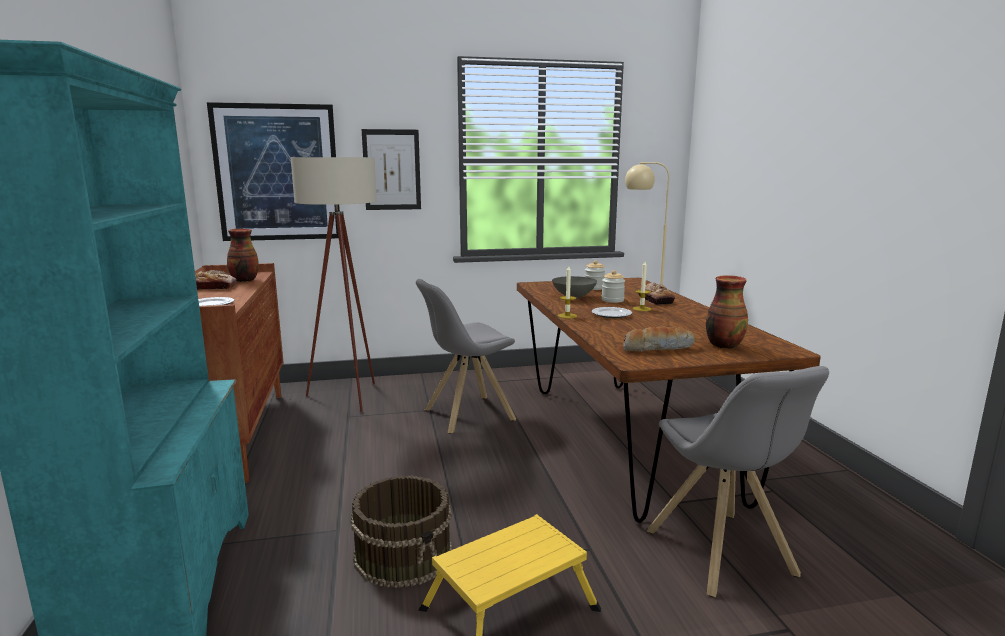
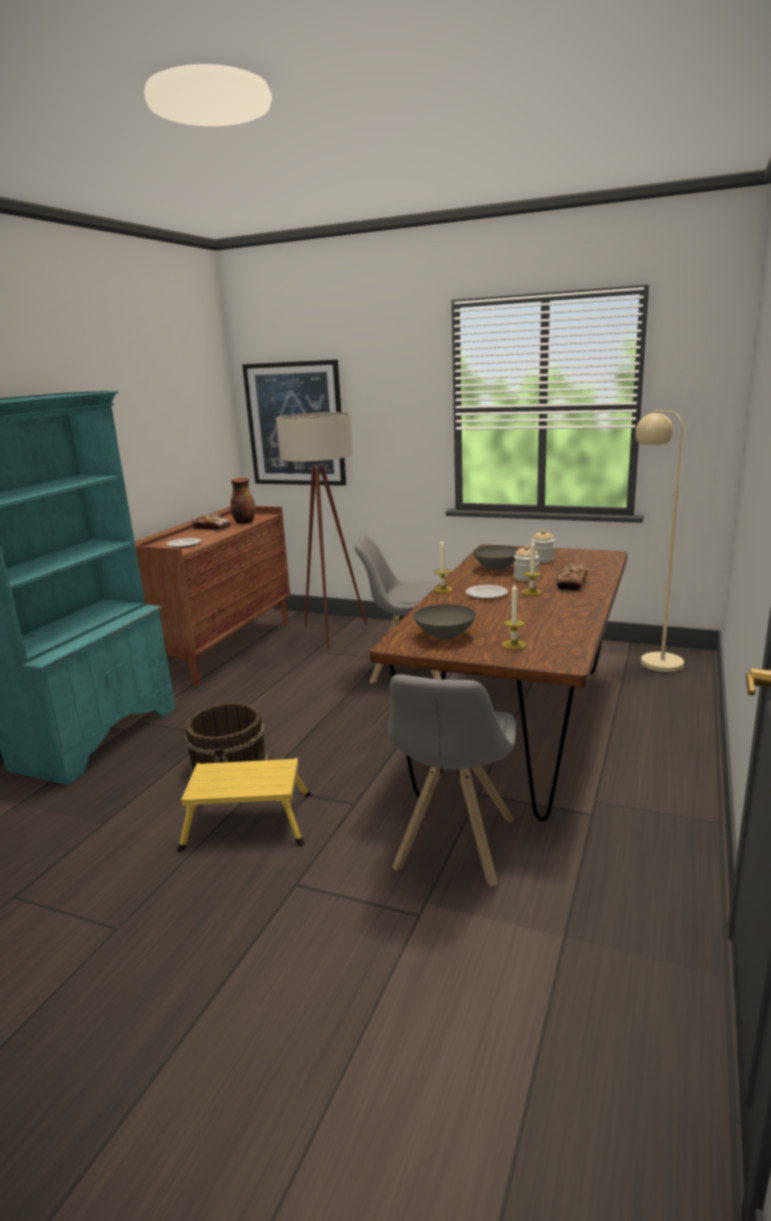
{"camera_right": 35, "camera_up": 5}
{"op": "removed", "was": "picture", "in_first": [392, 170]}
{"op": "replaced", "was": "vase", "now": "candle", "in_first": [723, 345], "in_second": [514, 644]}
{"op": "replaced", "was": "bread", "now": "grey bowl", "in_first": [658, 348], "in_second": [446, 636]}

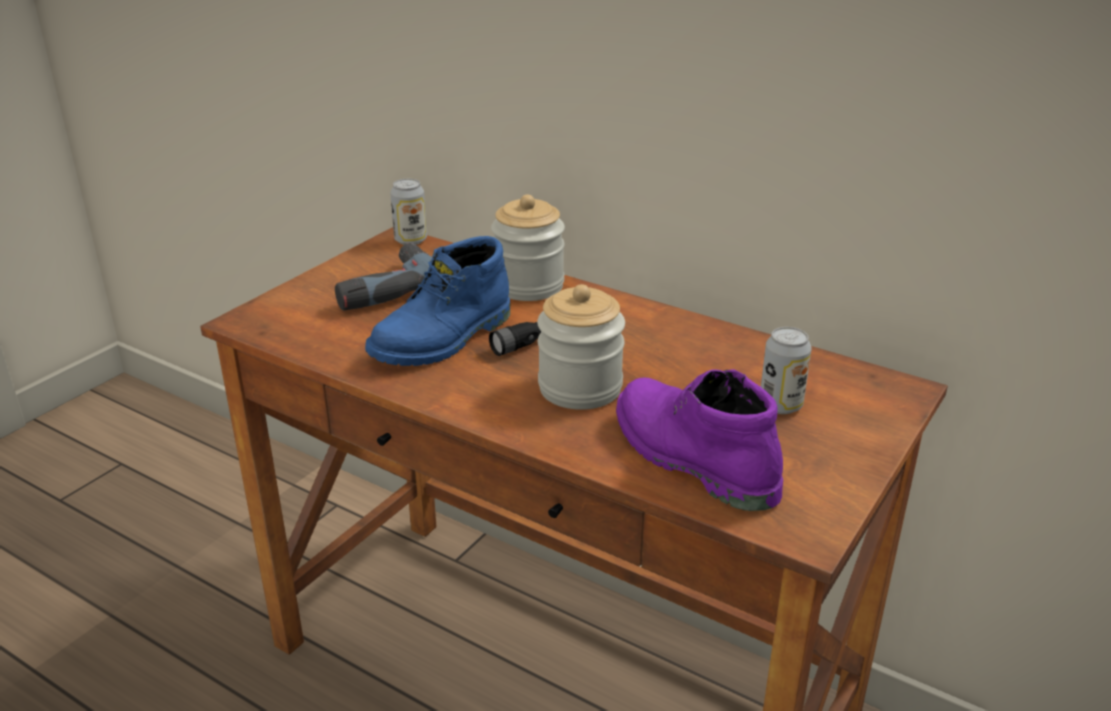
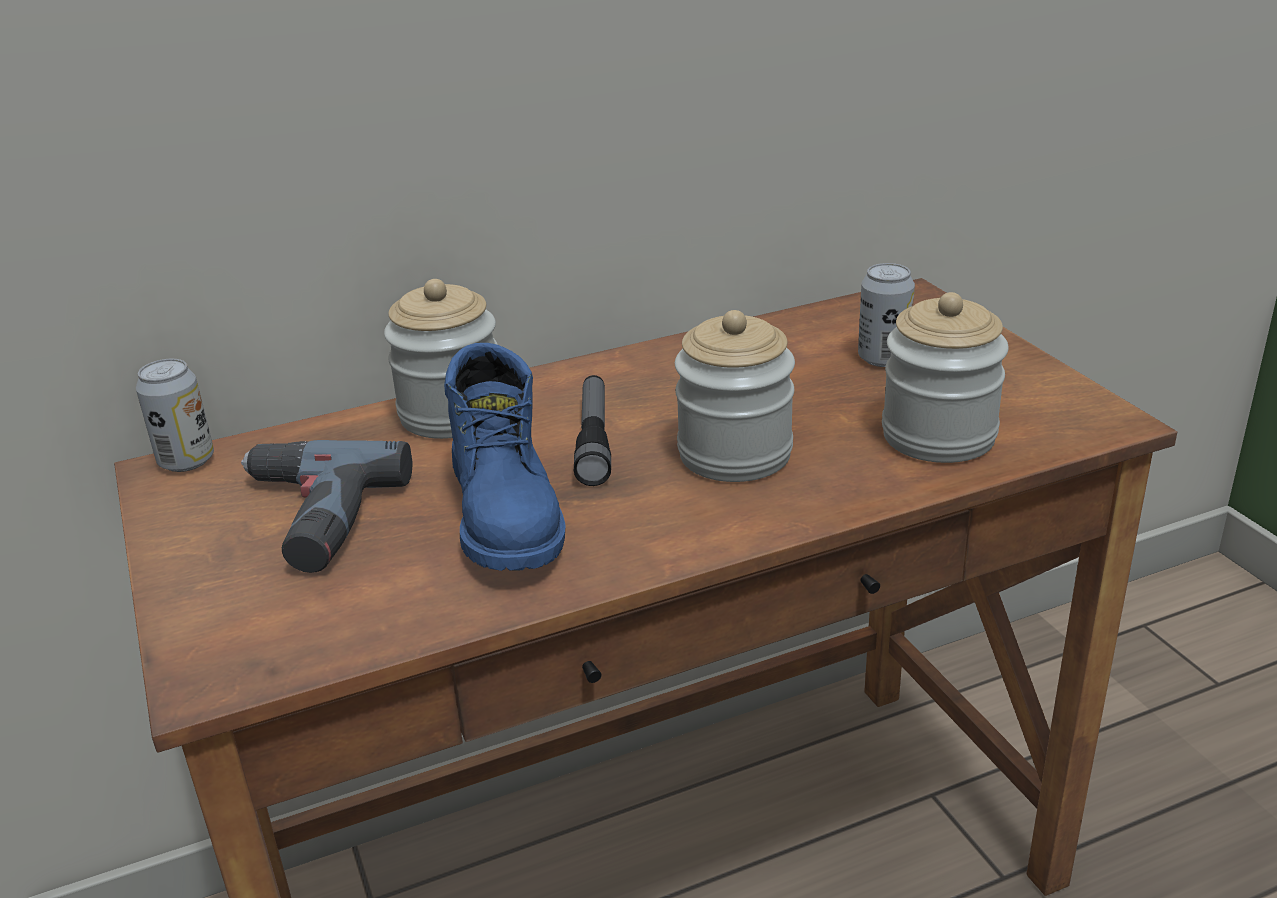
{"camera_right": -55, "camera_up": 0}
{"op": "replaced", "was": "purple boot", "now": "jar", "in_first": [690, 459], "in_second": [938, 436]}

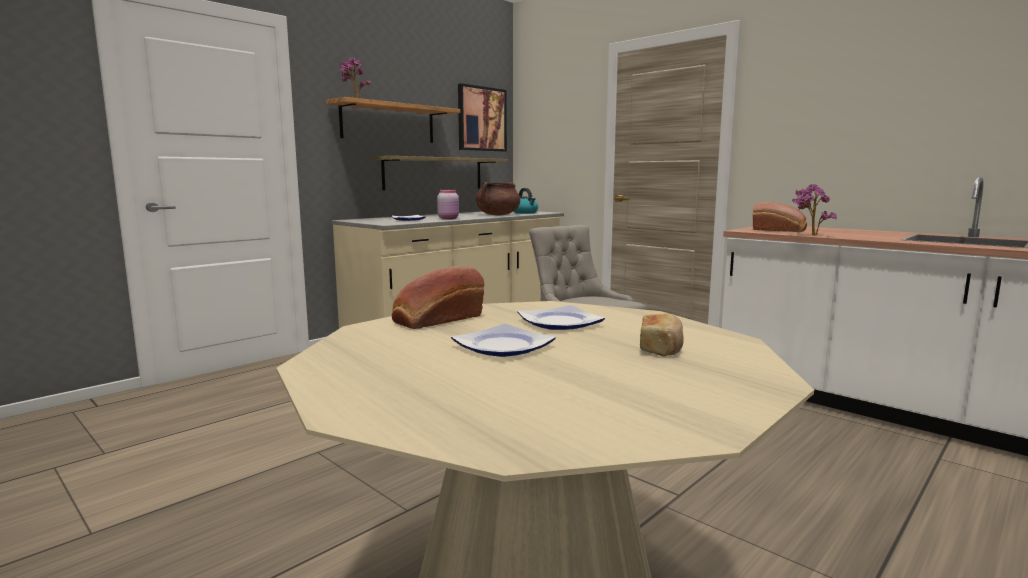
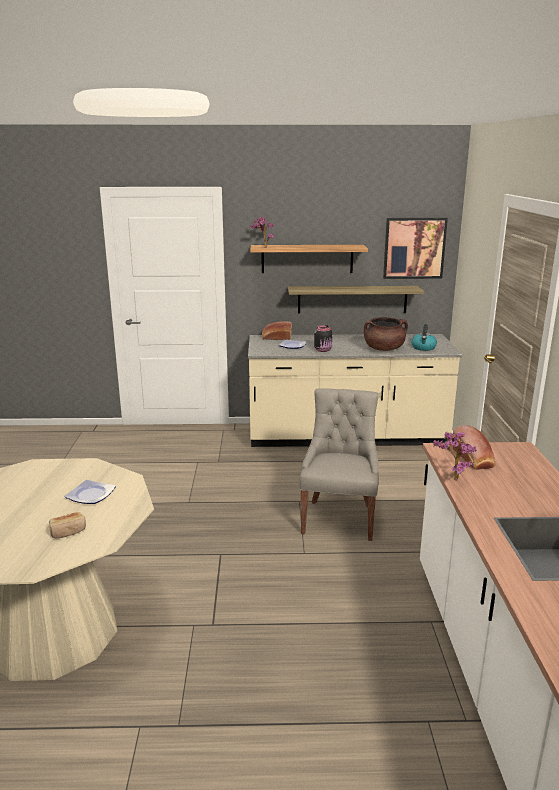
{"camera_right": 45, "camera_up": 10}
{"op": "recoloured", "was": "pink jar", "now": "black jar", "in_first": [449, 218], "in_second": [323, 350]}
{"op": "moved", "was": "bread", "in_first": [436, 319], "in_second": [276, 338]}
{"op": "removed", "was": "plate", "in_first": [503, 346]}

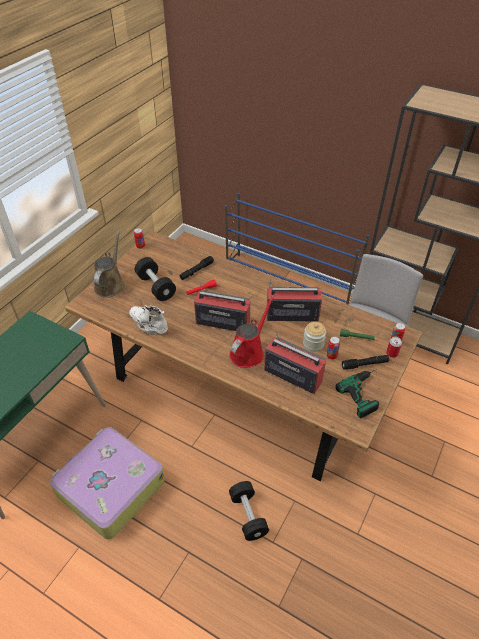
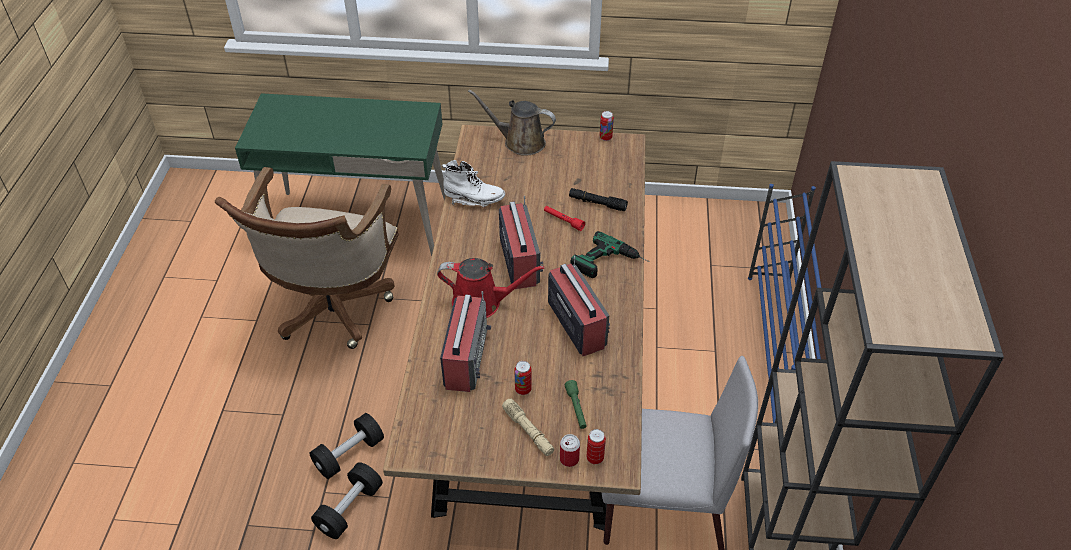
{"camera_right": 65, "camera_up": 0}
{"op": "turned", "was": "brown watering can", "in_first": [110, 284], "in_second": [520, 142], "clockwise": -150}
{"op": "moved", "was": "black dumbbell", "in_first": [156, 287], "in_second": [349, 509]}
{"op": "turned", "was": "white boot", "in_first": [149, 325], "in_second": [474, 200], "clockwise": 90}
{"op": "removed", "was": "jar", "in_first": [313, 344]}
{"op": "recoloured", "was": "black flashlight", "now": "beige flashlight", "in_first": [365, 364], "in_second": [528, 431]}
{"op": "moved", "was": "power drill", "in_first": [366, 393], "in_second": [610, 264]}
{"op": "replaced", "was": "suitcase", "now": "office chair", "in_first": [109, 487], "in_second": [332, 313]}

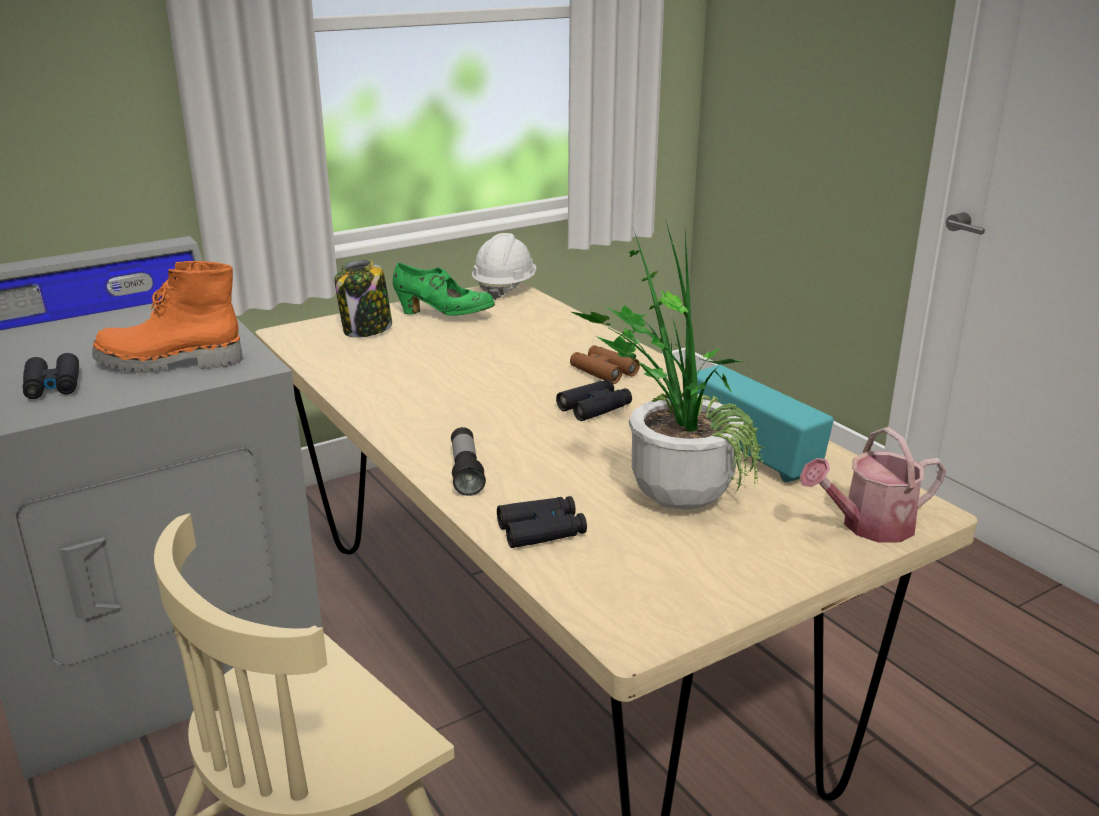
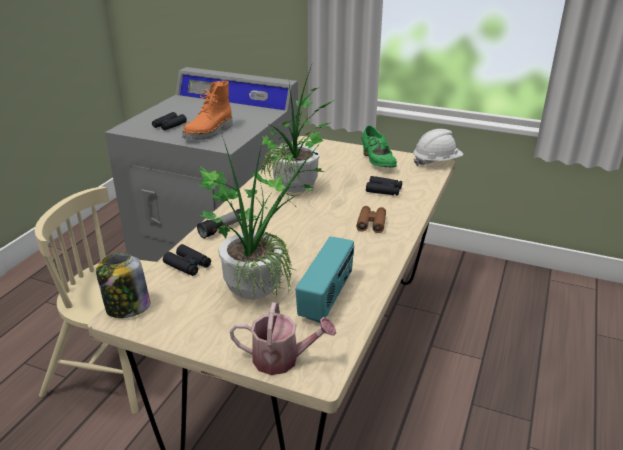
{"camera_right": 55, "camera_up": 5}
{"op": "moved", "was": "jar", "in_first": [366, 330], "in_second": [127, 308]}
{"op": "turned", "was": "orange boot", "in_first": [169, 364], "in_second": [209, 133], "clockwise": -105}
{"op": "moved", "was": "black binoculars", "in_first": [594, 407], "in_second": [384, 190]}
{"op": "turned", "was": "watering can", "in_first": [868, 526], "in_second": [282, 359], "clockwise": 150}
{"op": "added", "now": "potted plant", "in_second": [295, 193]}

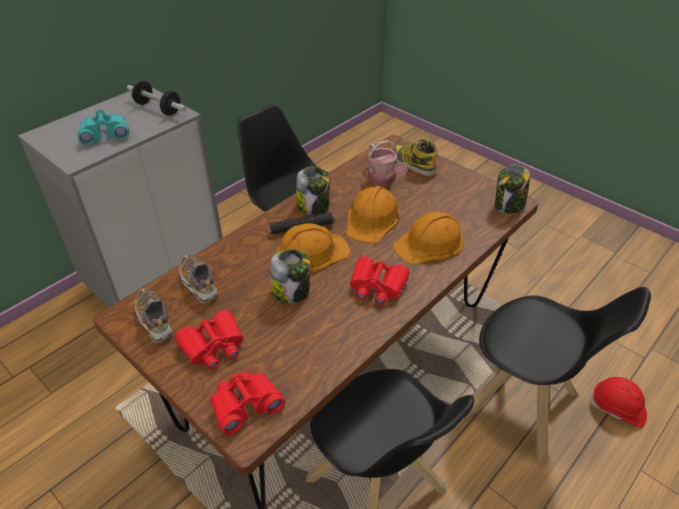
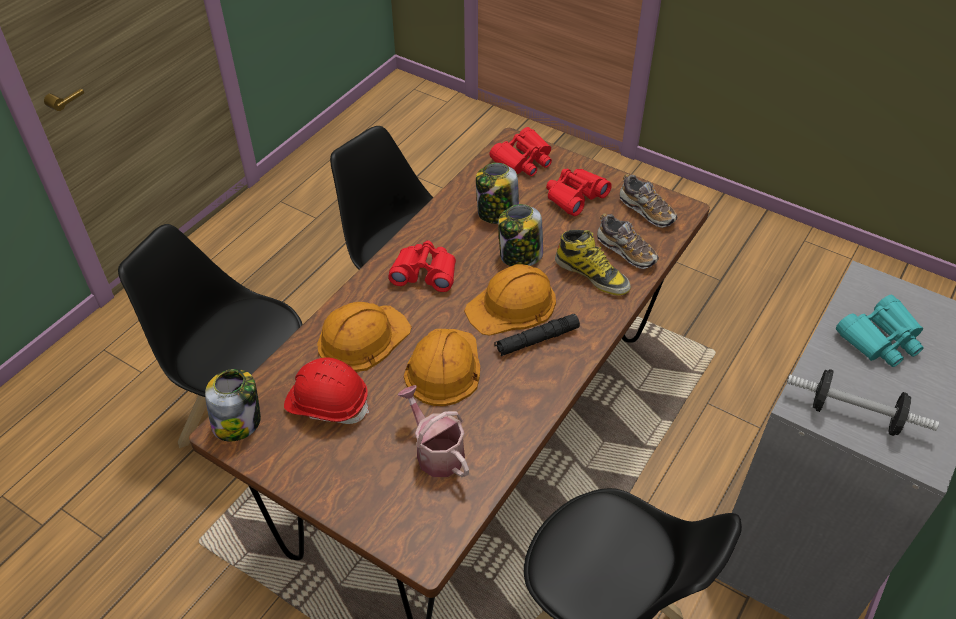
{"camera_right": 170, "camera_up": 5}
{"op": "moved", "was": "boot", "in_first": [412, 163], "in_second": [592, 274]}
{"op": "moved", "was": "jar", "in_first": [313, 206], "in_second": [497, 213]}
{"op": "moved", "was": "red hard hat", "in_first": [617, 408], "in_second": [327, 403]}

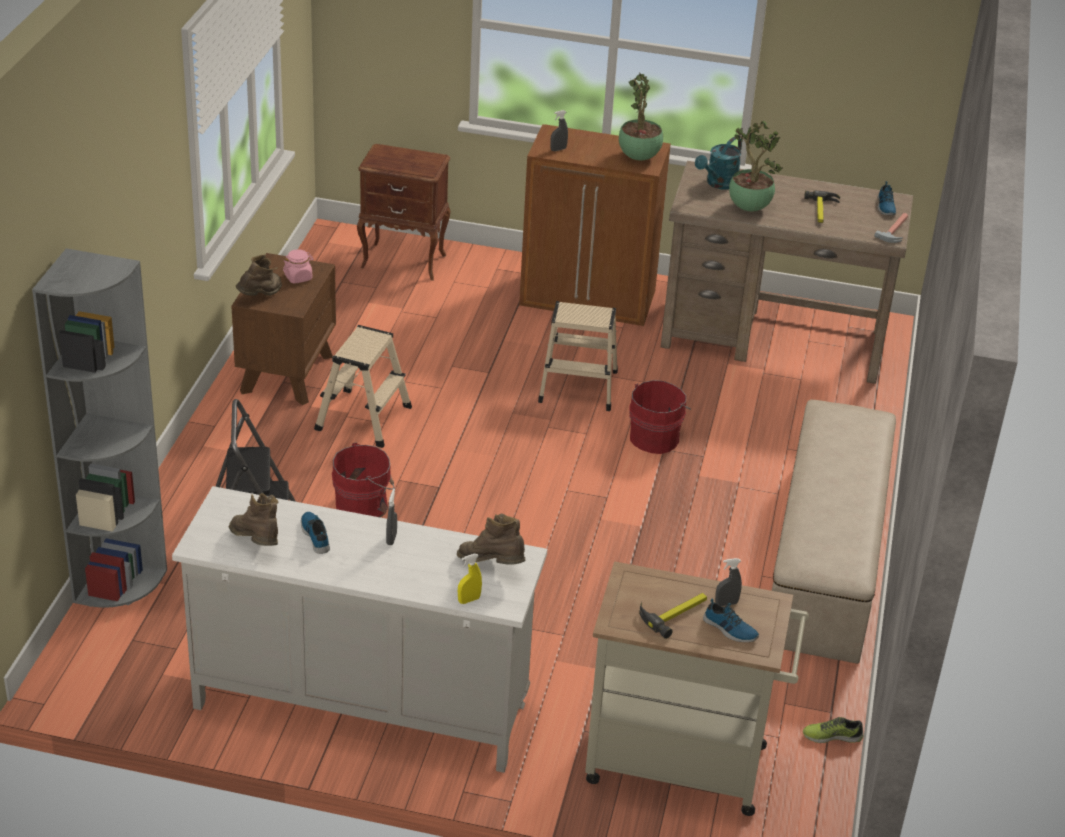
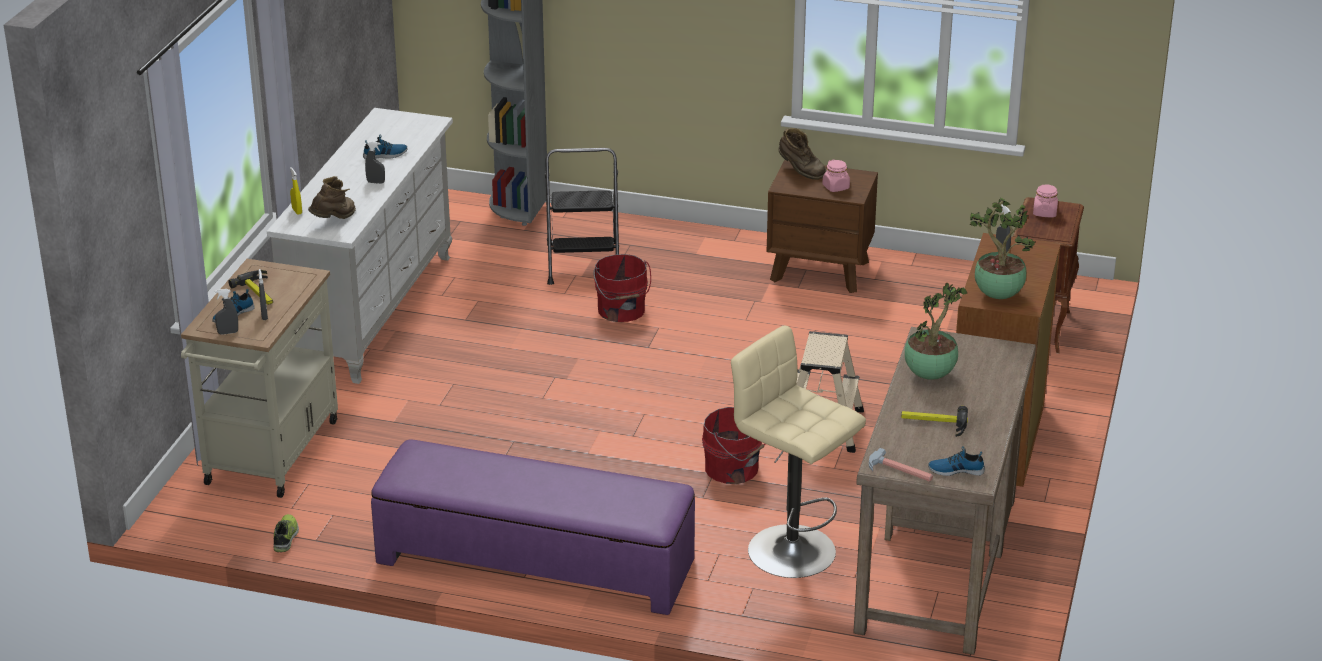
{"camera_right": 95, "camera_up": -5}
{"op": "removed", "was": "turquoise watering can", "in_first": [718, 184]}
{"op": "removed", "was": "beige step ladder", "in_first": [363, 418]}
{"op": "recoloured", "was": "beige bench", "now": "purple bench", "in_first": [827, 558], "in_second": [533, 561]}
{"op": "removed", "was": "brown boot", "in_first": [257, 544]}
{"op": "added", "now": "pink jar", "in_second": [1044, 212]}
{"op": "added", "now": "grey spray bottle", "in_second": [228, 332]}
{"op": "added", "now": "beige stool", "in_second": [791, 550]}

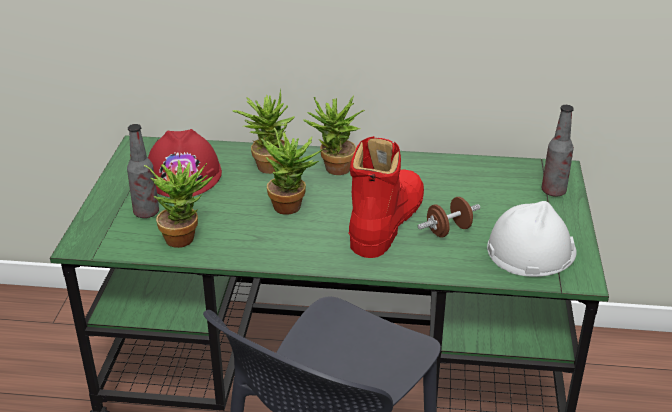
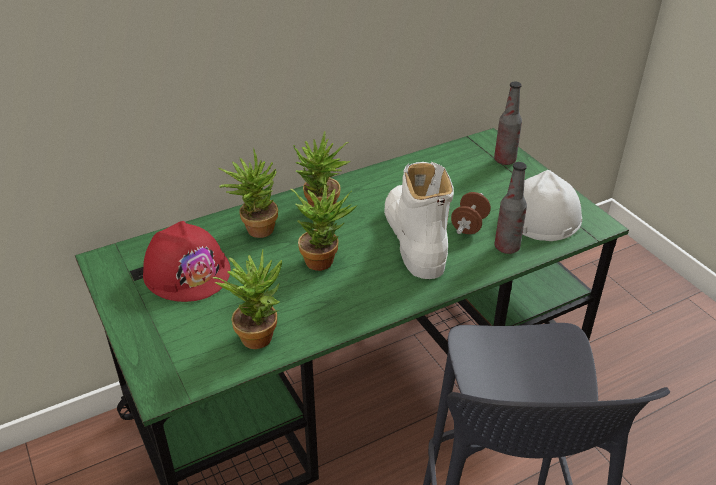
{"camera_right": -35, "camera_up": 5}
{"op": "moved", "was": "bottle", "in_first": [146, 213], "in_second": [506, 247]}
{"op": "recoloured", "was": "red boot", "now": "white boot", "in_first": [386, 221], "in_second": [414, 239]}

